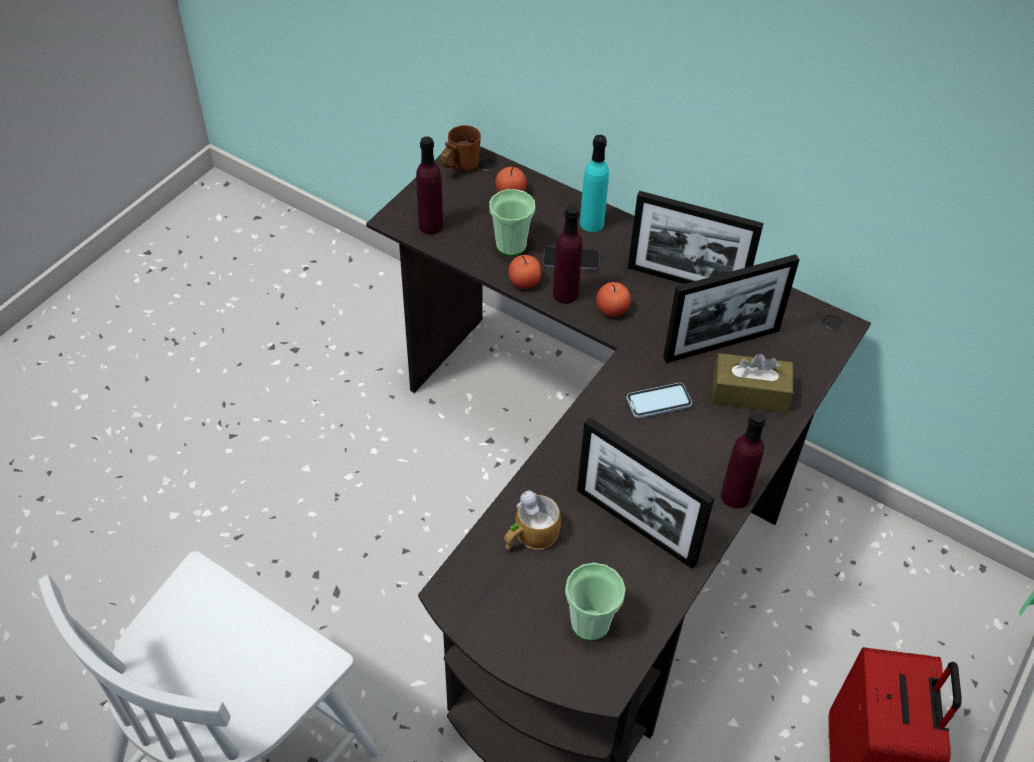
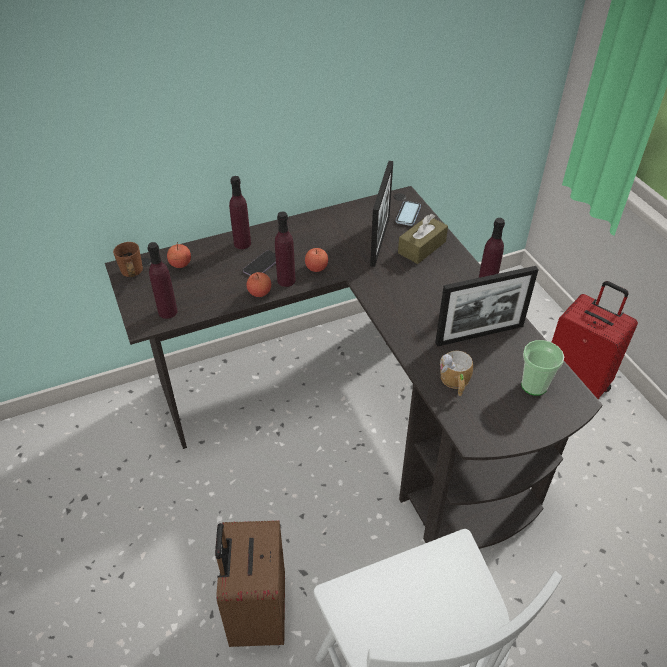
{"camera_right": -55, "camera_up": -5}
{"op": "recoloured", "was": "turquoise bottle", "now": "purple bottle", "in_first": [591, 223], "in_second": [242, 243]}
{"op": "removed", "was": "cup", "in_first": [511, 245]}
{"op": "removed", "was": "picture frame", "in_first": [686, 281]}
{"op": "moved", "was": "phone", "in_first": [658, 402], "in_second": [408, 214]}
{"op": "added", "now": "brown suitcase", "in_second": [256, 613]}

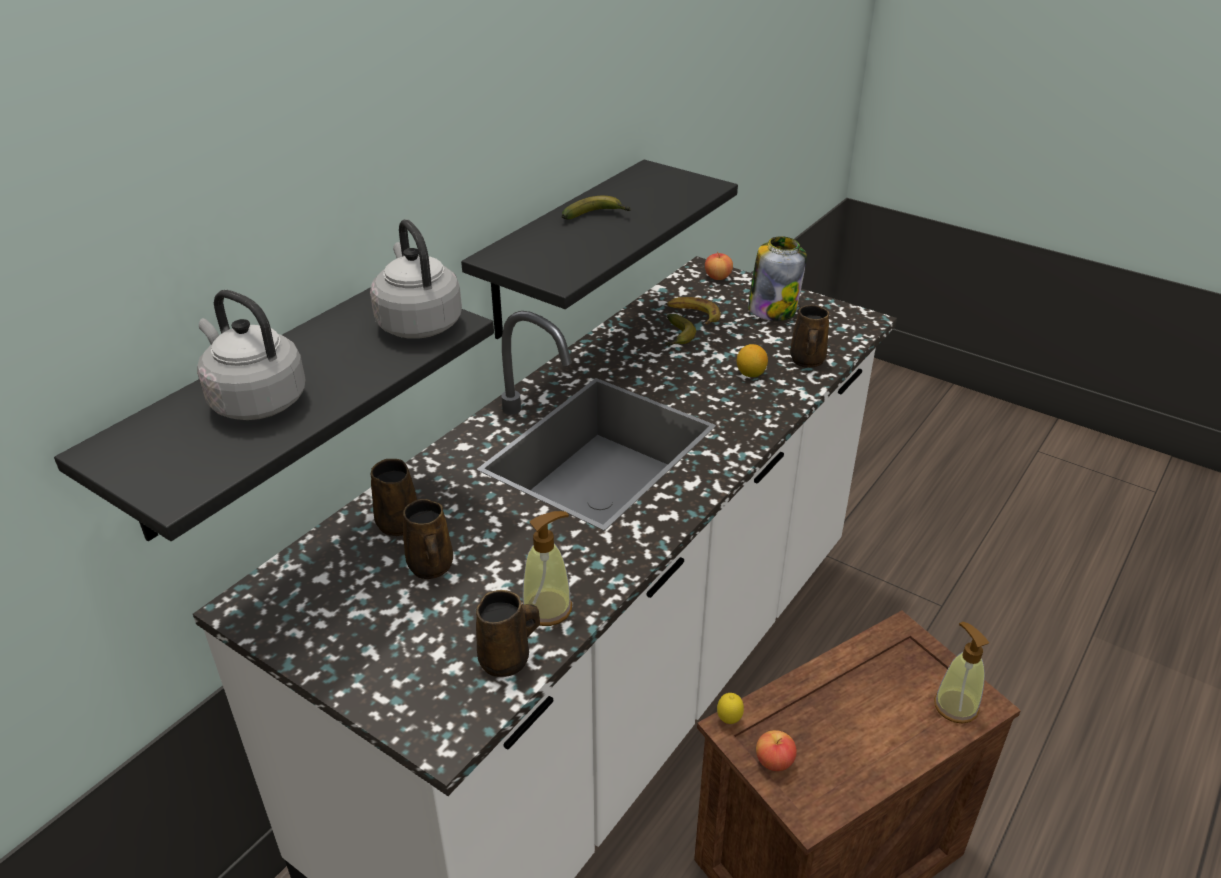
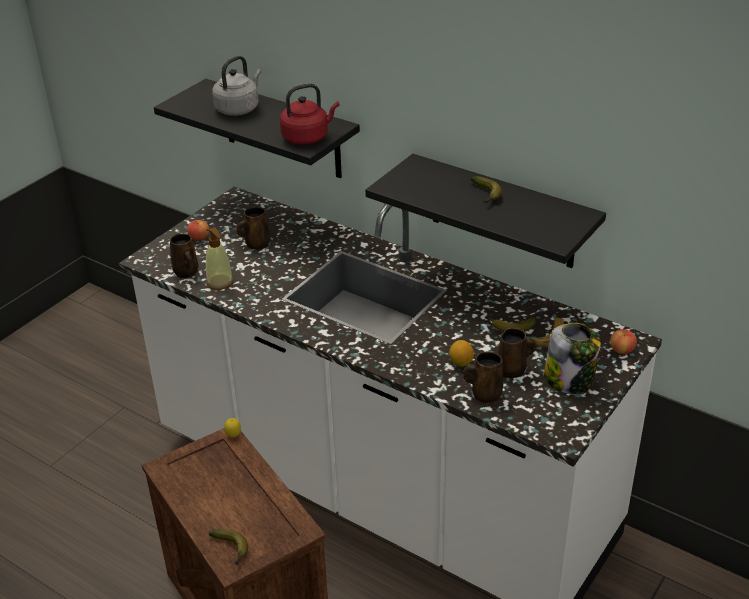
{"camera_right": 90, "camera_up": 0}
{"op": "recoloured", "was": "grey kettle", "now": "red kettle", "in_first": [418, 322], "in_second": [307, 137]}
{"op": "moved", "was": "brown mug", "in_first": [398, 521], "in_second": [513, 370]}
{"op": "replaced", "was": "soap dispenser", "now": "banana", "in_first": [955, 706], "in_second": [231, 549]}
{"op": "moved", "was": "apple", "in_first": [774, 761], "in_second": [199, 238]}

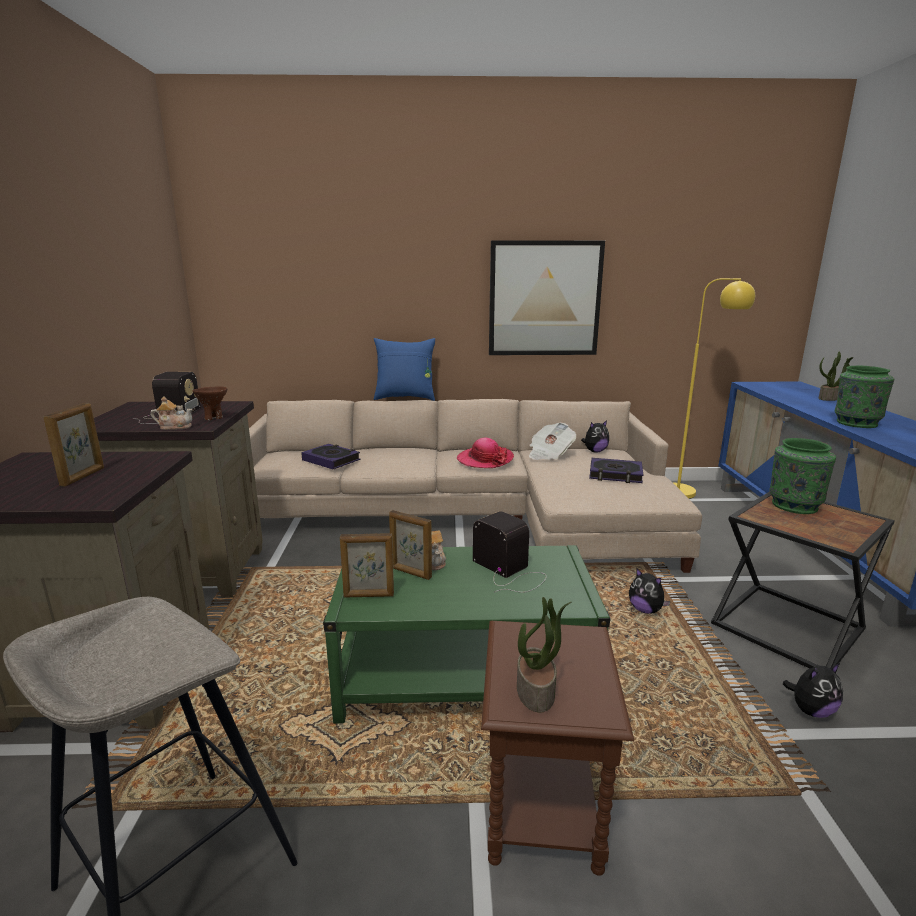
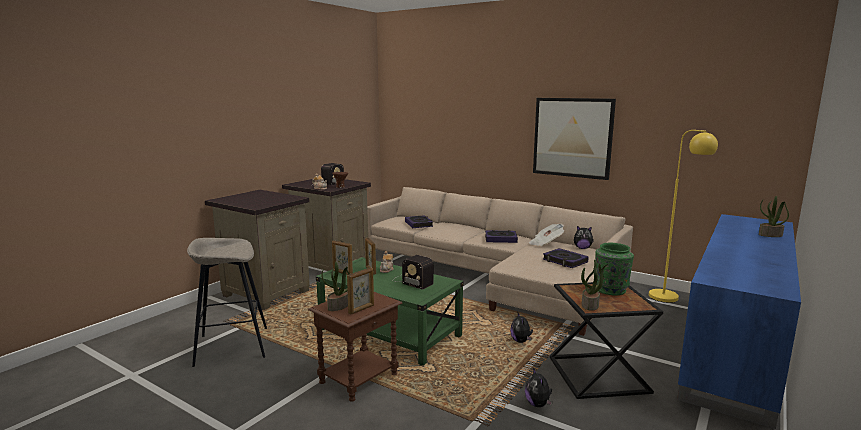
{"camera_right": 35, "camera_up": -5}
{"op": "removed", "was": "blue pillow", "in_first": [405, 398]}
{"op": "removed", "was": "green vase", "in_first": [855, 423]}
{"op": "moved", "was": "picture frame", "in_first": [83, 476], "in_second": [361, 309]}
{"op": "replaced", "was": "hat", "now": "book", "in_first": [485, 460], "in_second": [500, 239]}
{"op": "turned", "was": "radio", "in_first": [510, 572], "in_second": [411, 281], "clockwise": 135}
{"op": "turned", "was": "plush toy", "in_first": [811, 710], "in_second": [538, 404], "clockwise": 60}
{"op": "added", "now": "potted plant", "in_second": [590, 305]}

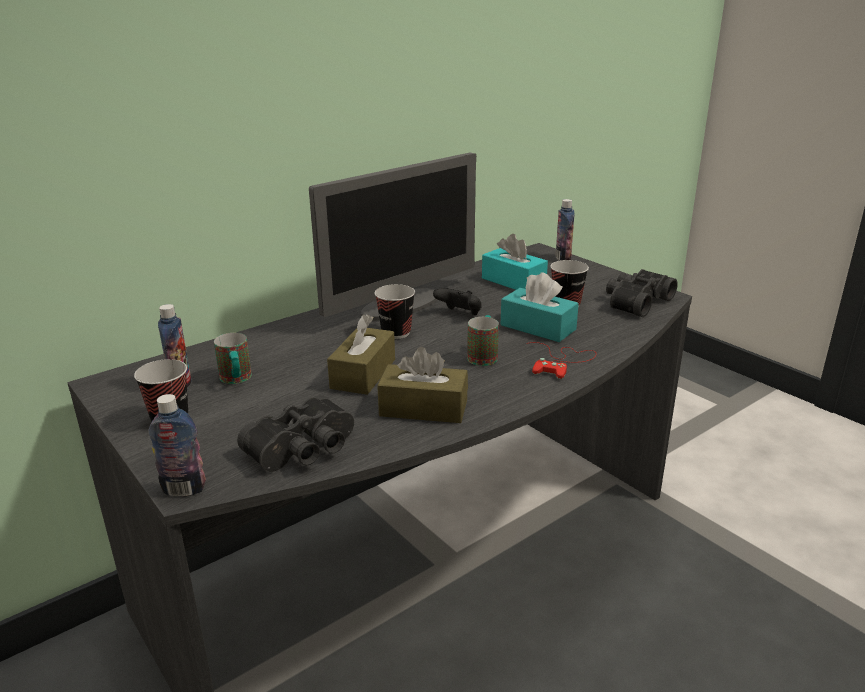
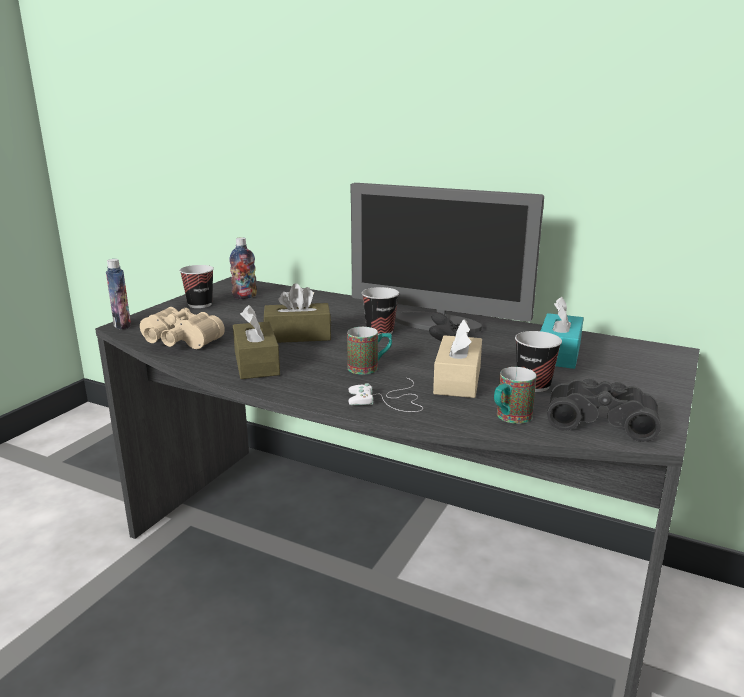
{"camera_right": 65, "camera_up": -5}
{"op": "removed", "was": "bottle", "in_first": [563, 258]}
{"op": "recoloured", "was": "turquoise tissue box", "now": "beige tissue box", "in_first": [538, 327], "in_second": [457, 380]}
{"op": "moved", "was": "mug", "in_first": [236, 380], "in_second": [509, 418]}
{"op": "recoloured", "was": "red game controller", "now": "white game controller", "in_first": [561, 362], "in_second": [389, 401]}
{"op": "recoloured", "was": "black binoculars", "now": "beige binoculars", "in_first": [304, 450], "in_second": [177, 342]}

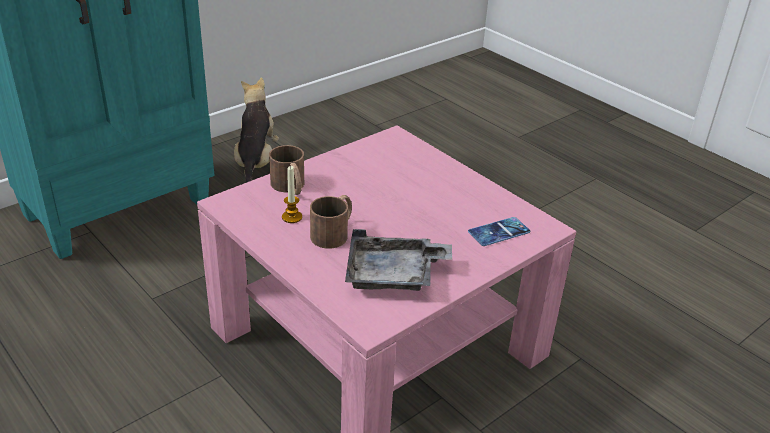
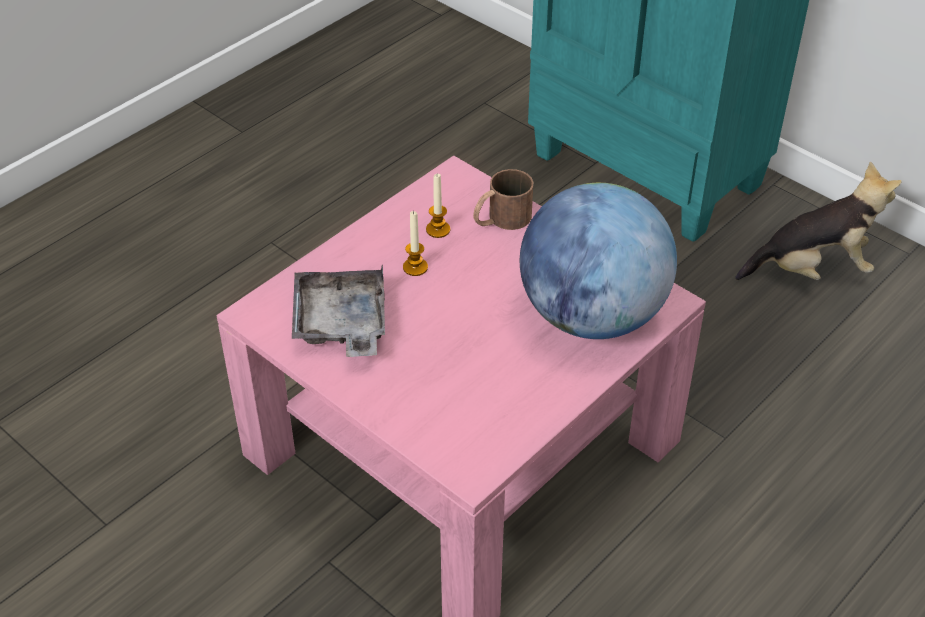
{"camera_right": 85, "camera_up": 10}
{"op": "replaced", "was": "brown mug", "now": "candle", "in_first": [334, 232], "in_second": [415, 267]}
{"op": "removed", "was": "phone", "in_first": [499, 232]}
{"op": "added", "now": "globe", "in_second": [592, 315]}

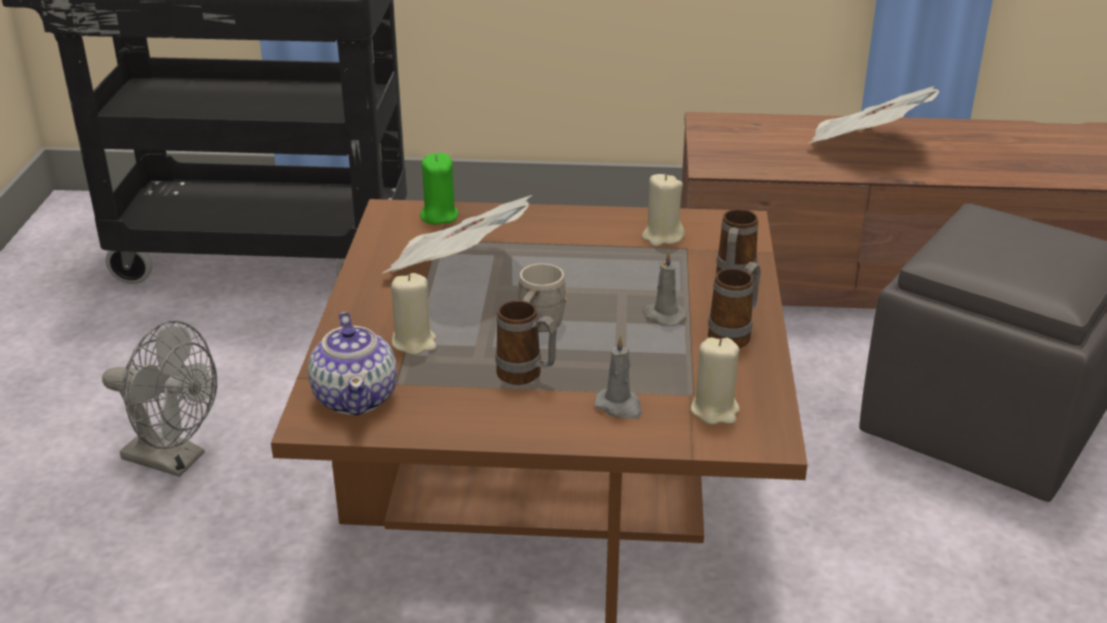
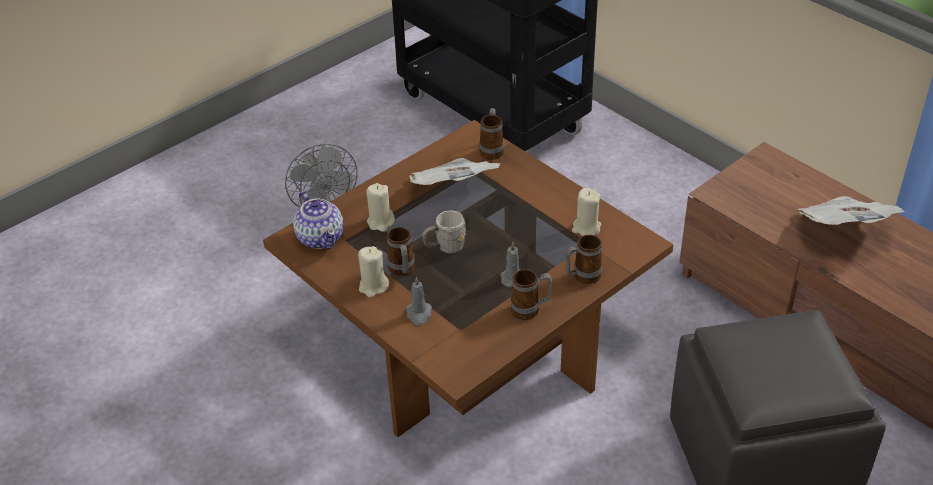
{"camera_right": 45, "camera_up": 10}
{"op": "replaced", "was": "green candle", "now": "mug", "in_first": [439, 215], "in_second": [492, 149]}
{"op": "turned", "was": "teapot", "in_first": [356, 397], "in_second": [320, 237], "clockwise": -60}
{"op": "moved", "was": "beige candle", "in_first": [715, 410], "in_second": [373, 286]}

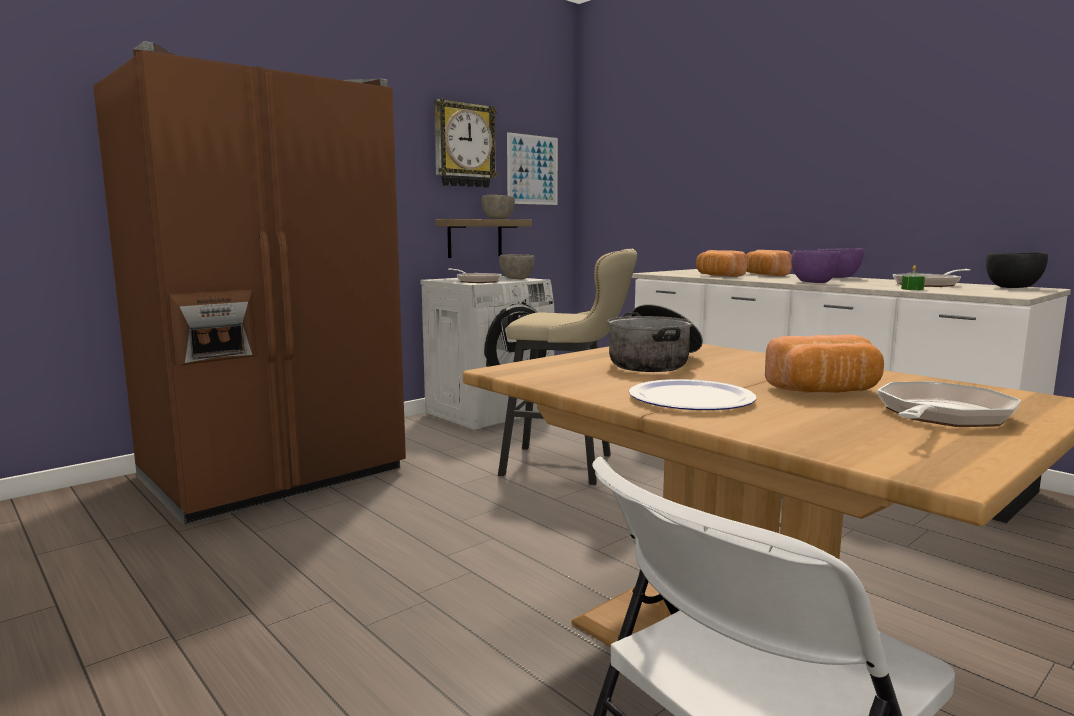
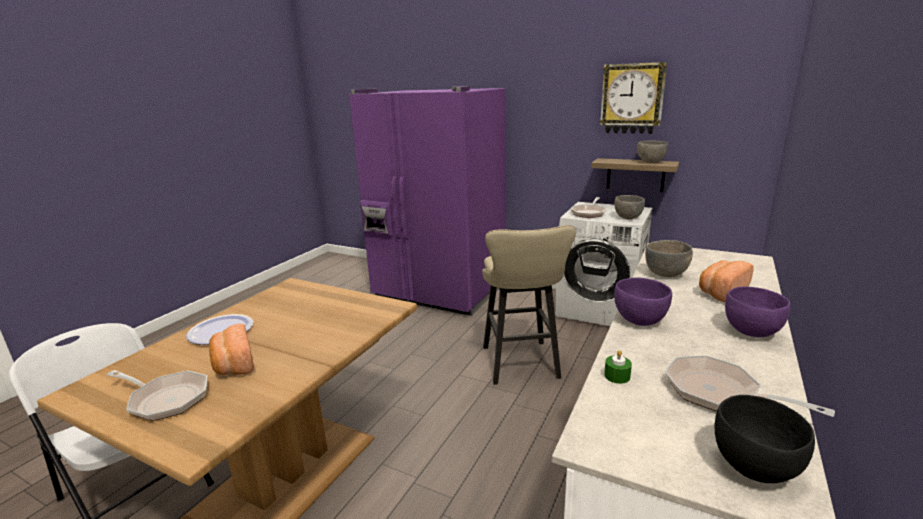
{"camera_right": 70, "camera_up": 10}
{"op": "recoloured", "was": "brown fridge", "now": "purple fridge", "in_first": [274, 474], "in_second": [440, 291]}
{"op": "removed", "was": "picture", "in_first": [532, 170]}
{"op": "replaced", "was": "bread", "now": "grey bowl", "in_first": [718, 276], "in_second": [666, 274]}
{"op": "removed", "was": "cooking pot", "in_first": [655, 362]}

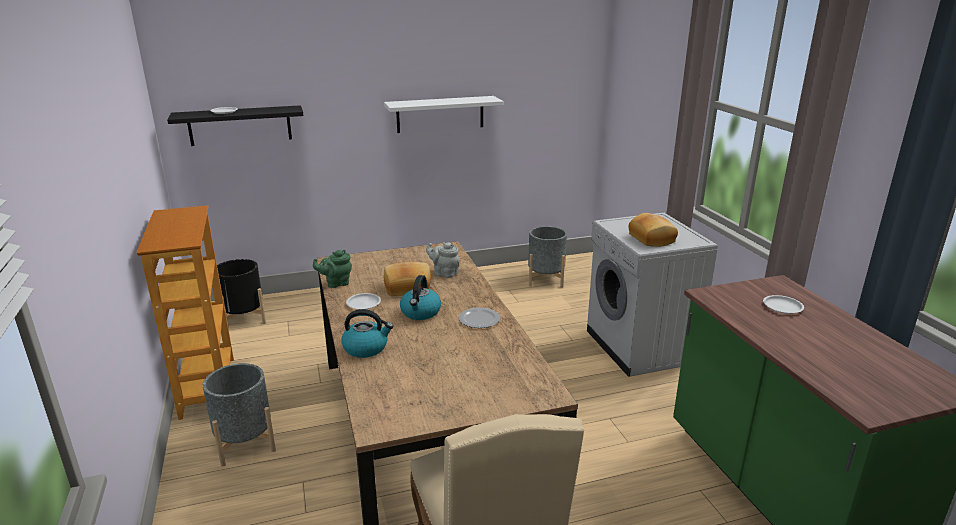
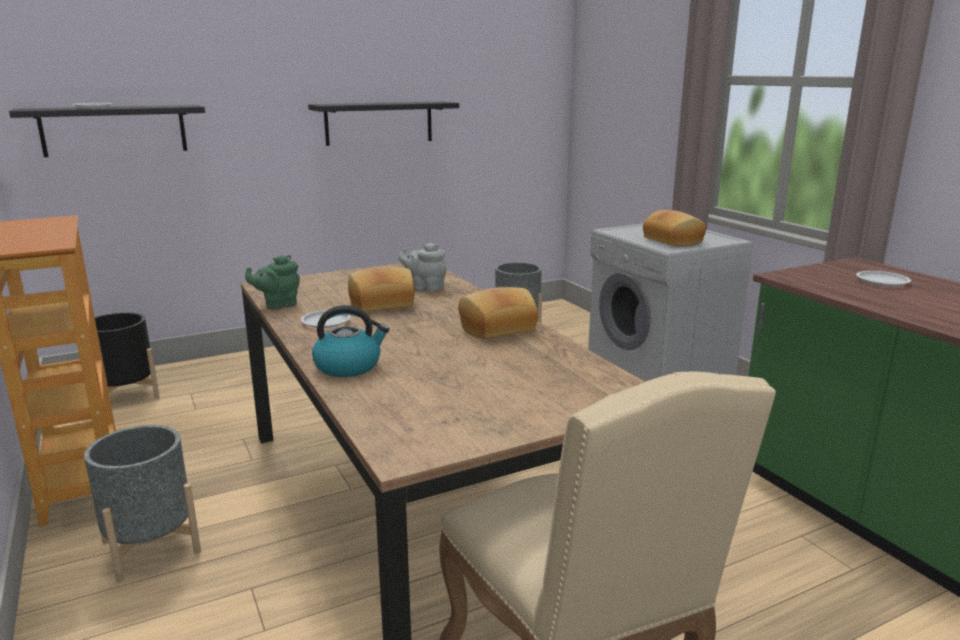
{"camera_right": -10, "camera_up": -5}
{"op": "recoloured", "was": "white shelf", "now": "black shelf", "in_first": [440, 114], "in_second": [379, 123]}
{"op": "removed", "was": "kettle", "in_first": [420, 312]}
{"op": "replaced", "was": "plate", "now": "bread", "in_first": [479, 319], "in_second": [496, 327]}

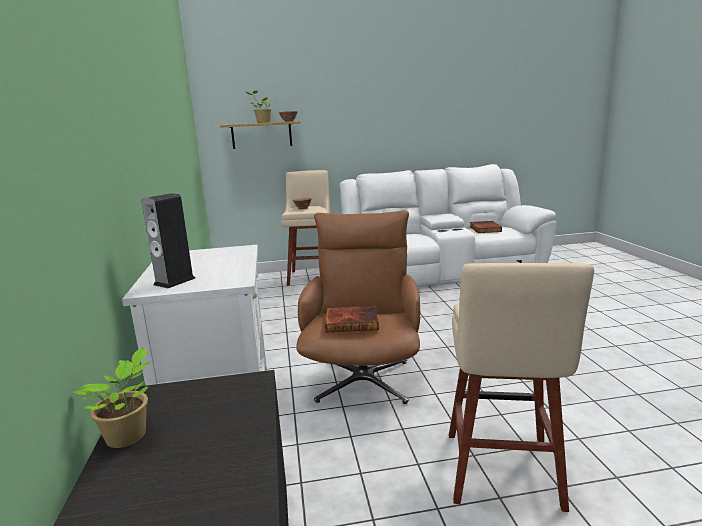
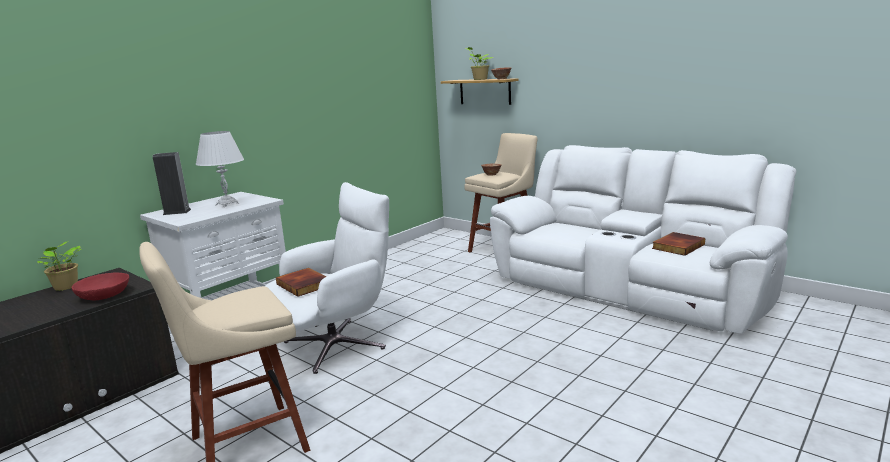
{"camera_right": 50, "camera_up": 0}
{"op": "recoloured", "was": "brown armchair", "now": "white armchair", "in_first": [364, 380], "in_second": [334, 344]}
{"op": "added", "now": "white table lamp", "in_second": [227, 204]}
{"op": "added", "now": "red bowl", "in_second": [104, 296]}

